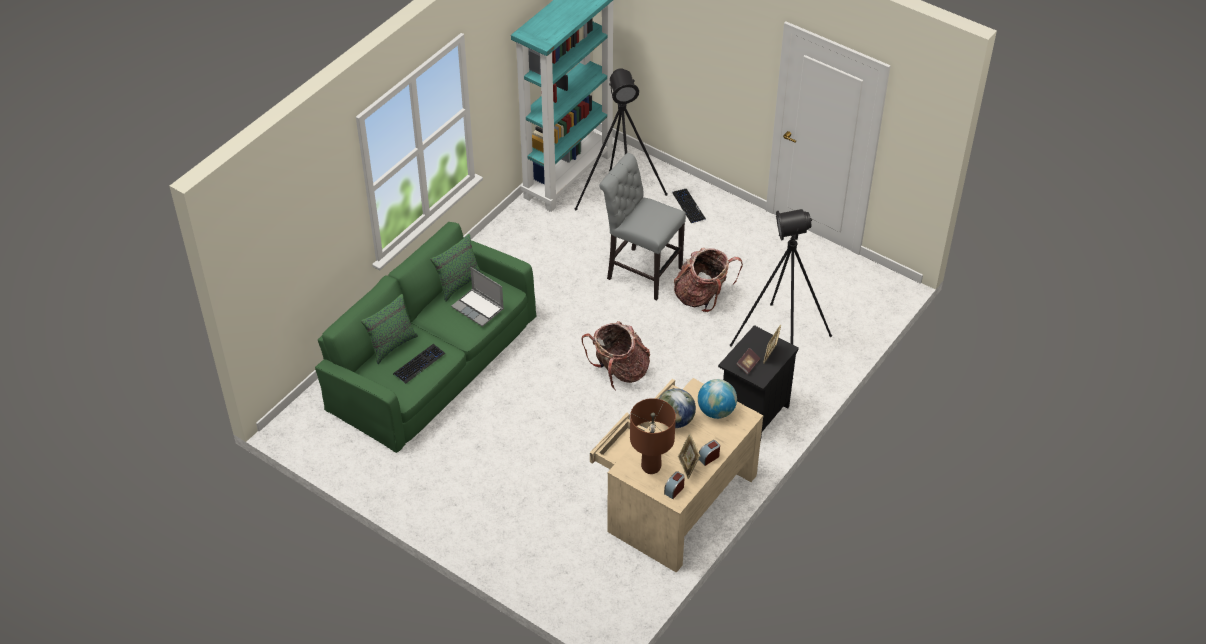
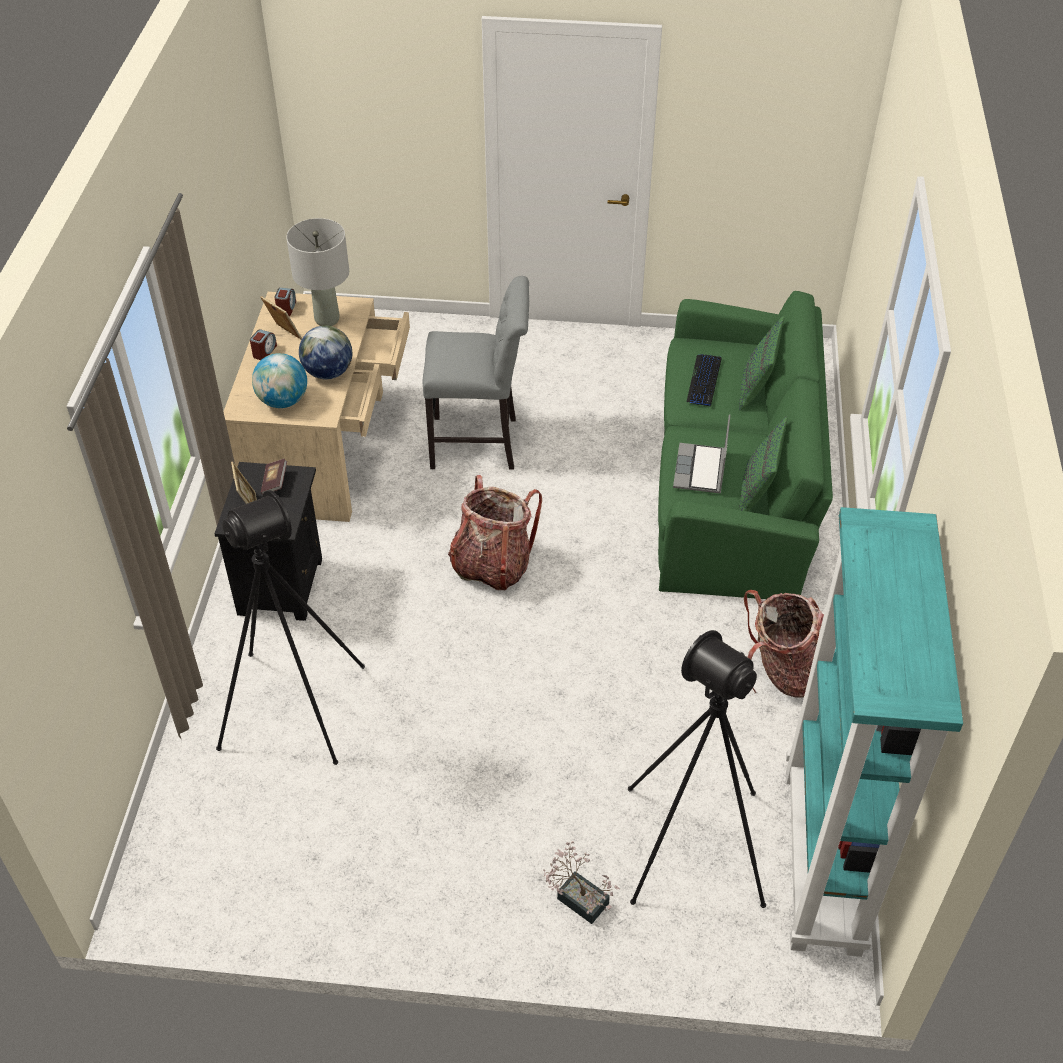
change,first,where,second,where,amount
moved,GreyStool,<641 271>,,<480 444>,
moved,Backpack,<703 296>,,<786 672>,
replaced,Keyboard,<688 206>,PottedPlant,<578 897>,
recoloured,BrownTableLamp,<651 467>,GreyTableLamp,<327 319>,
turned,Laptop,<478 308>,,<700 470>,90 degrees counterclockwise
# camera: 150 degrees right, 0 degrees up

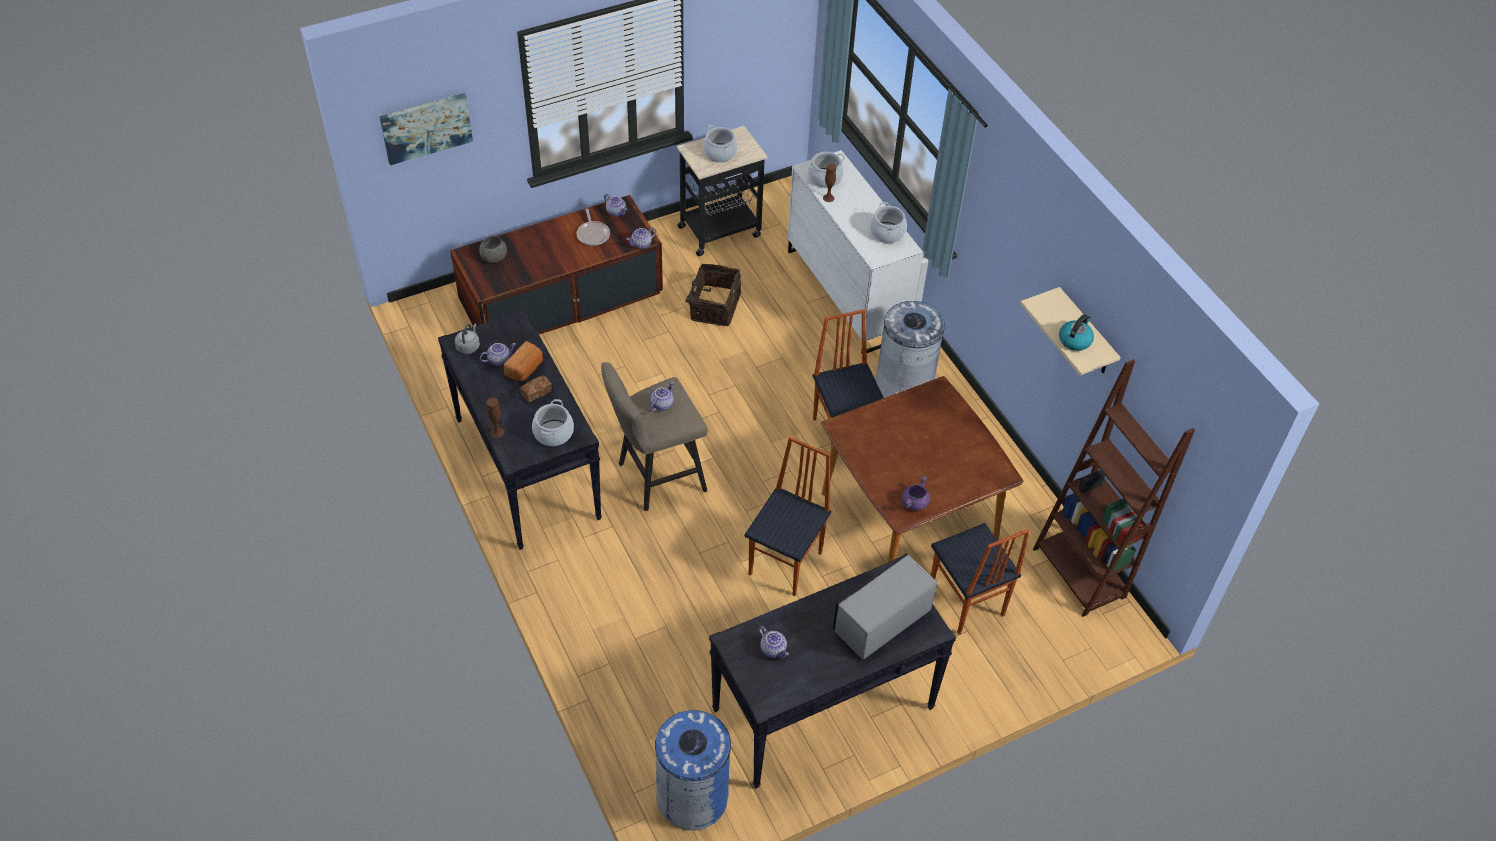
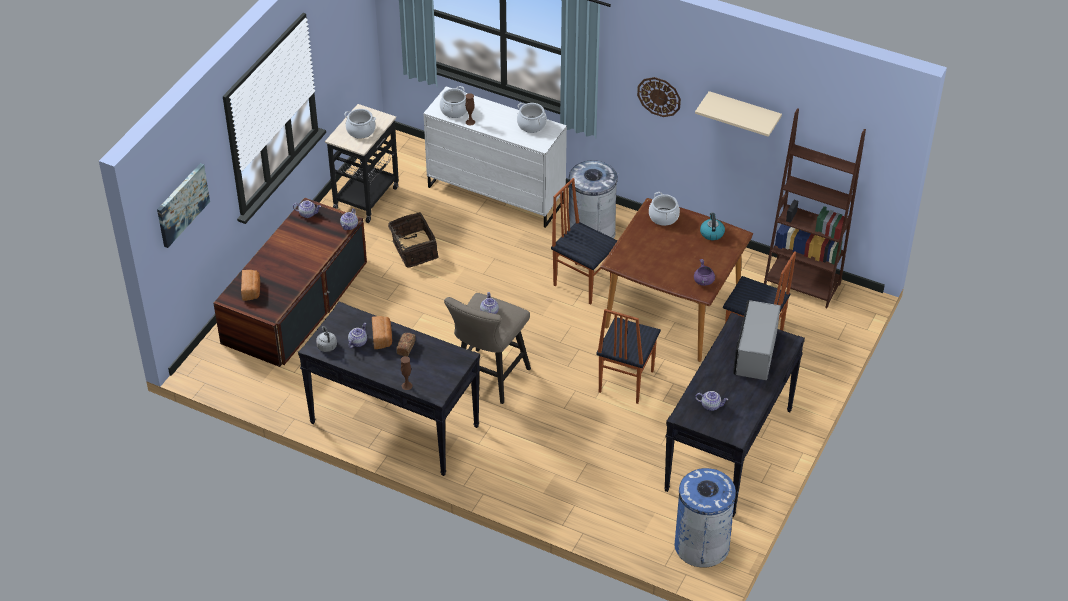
change,first,where,second,where,amount
removed,FryingPan,<593 234>,,,
added,,,WallClock,<659 96>,
moved,CookingPot,<553 433>,,<663 217>,
moved,Kettle,<1075 340>,,<711 233>,
replaced,GreyBowl,<493 257>,Bread,<251 290>,
turned,Chair,<787 563>,,<625 381>,150 degrees counterclockwise
# camera: 35 degrees left, 5 degrees down

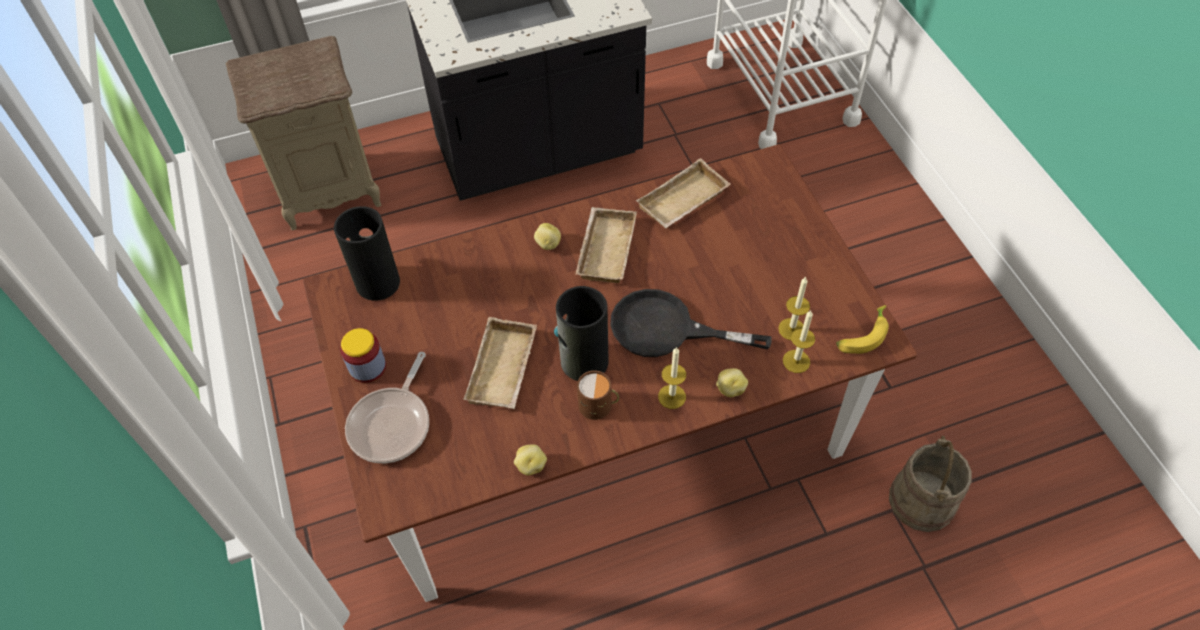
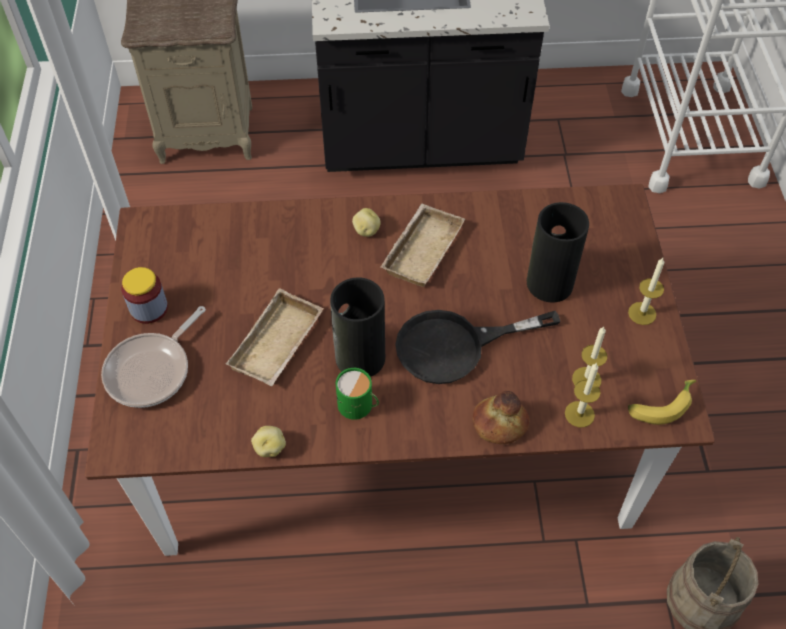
change,first,where,second,where,amount
removed,BeigeTray,<683 202>,,,
moved,Vase,<377 282>,,<549 282>,
moved,Candle,<672 396>,,<642 313>,
replaced,Potato,<730 388>,Bread,<499 424>,
recoloured,BrownMug,<598 406>,GreenMug,<358 406>,
turned,BlackFryingPan,<667 329>,,<455 346>,45 degrees counterclockwise
# camera: 15 degrees right, 0 degrees up

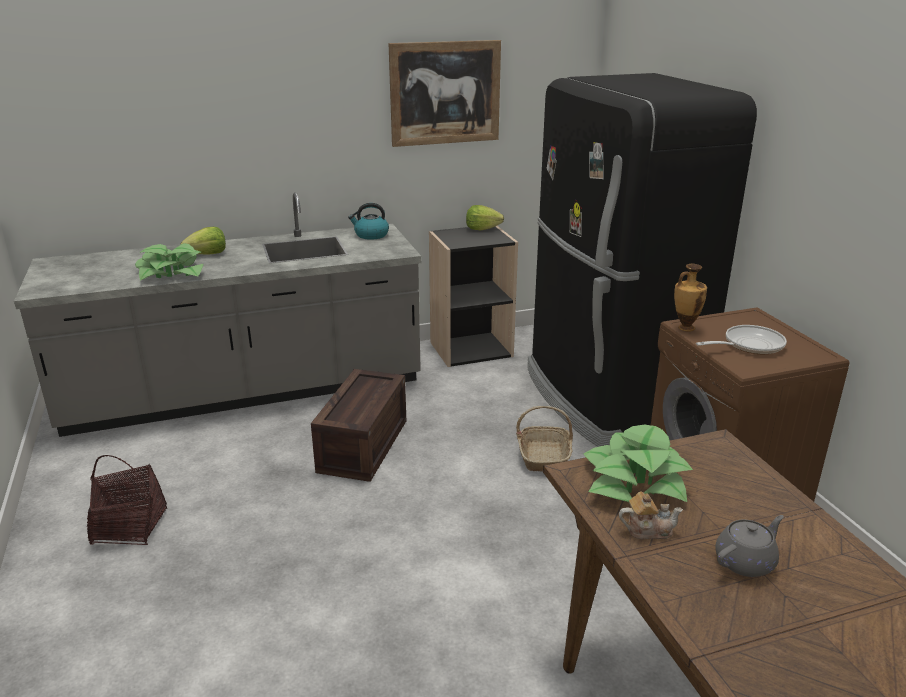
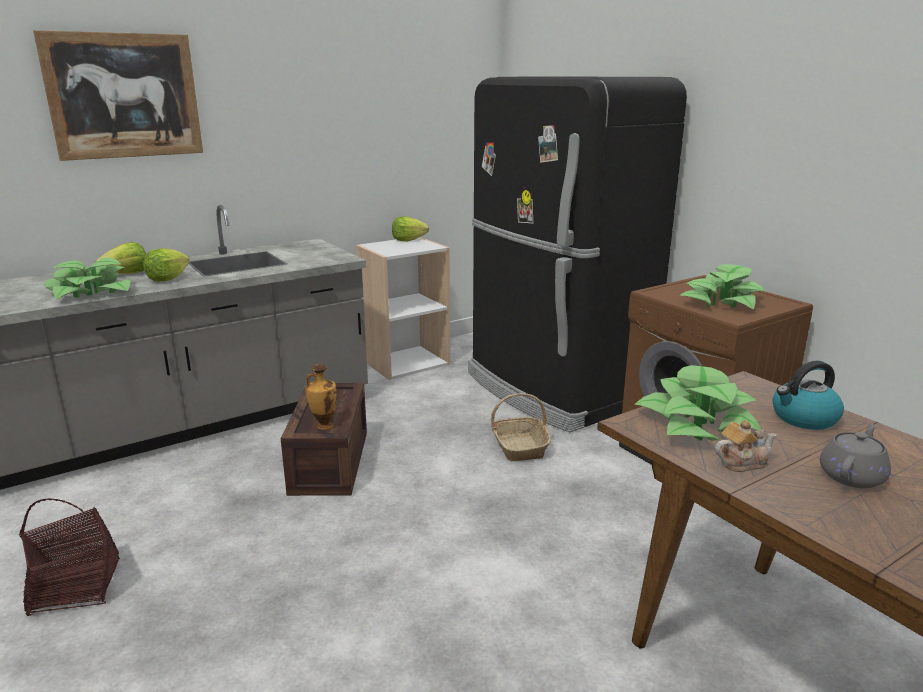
change,first,where,second,where,amount
added,,,Lettuce,<168 278>,
moved,Kettle,<371 235>,,<803 418>,
moved,Picture,<445 93>,,<124 96>,
moved,Vase,<685 328>,,<323 426>,
replaced,FryingPan,<749 345>,PottedPlant,<721 301>,
recoloured,BlackBookcase,<471 349>,WhiteBookcase,<406 362>,
# camera: 15 degrees left, 5 degrees down

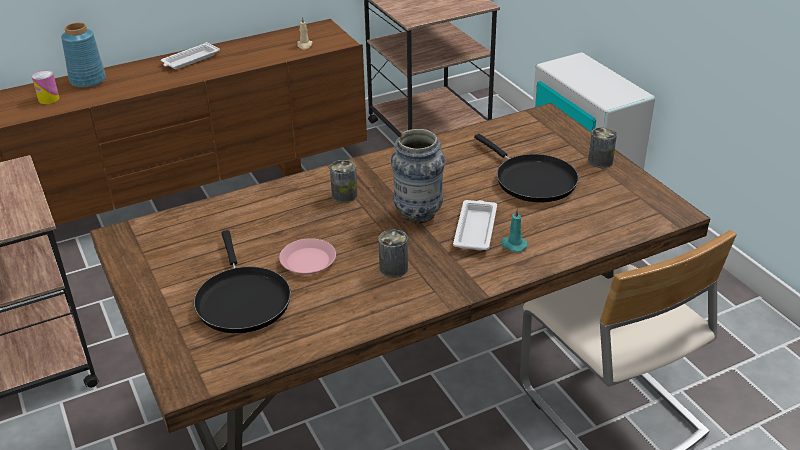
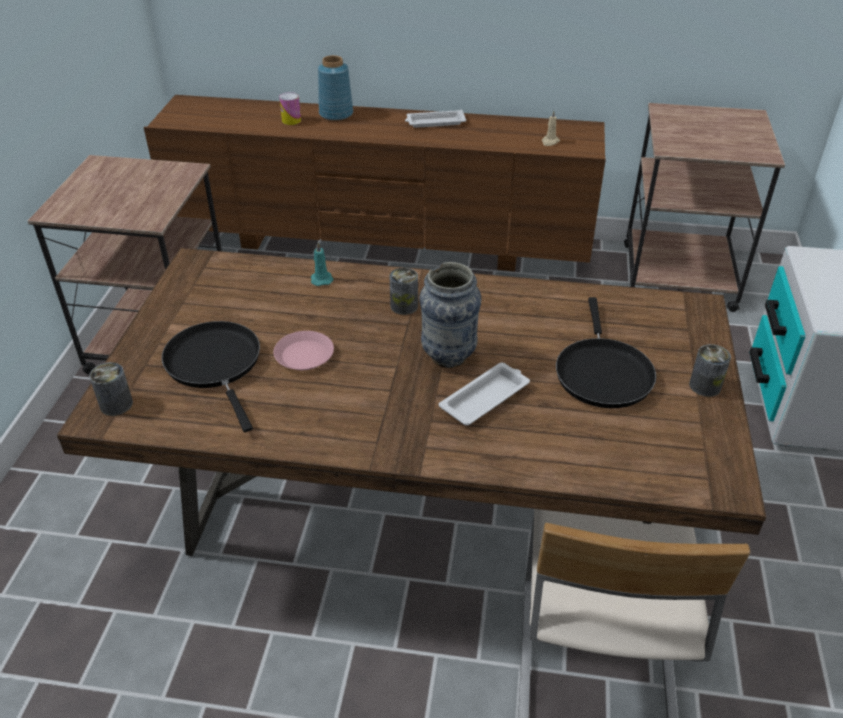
change,first,where,second,where,amount
moved,Can,<393 268>,,<116 404>,
moved,TurquoiseCandle,<513 245>,,<321 279>,
turned,BlackFryingPan,<242 300>,,<215 365>,135 degrees clockwise
# camera: 35 degrees right, 5 degrees up

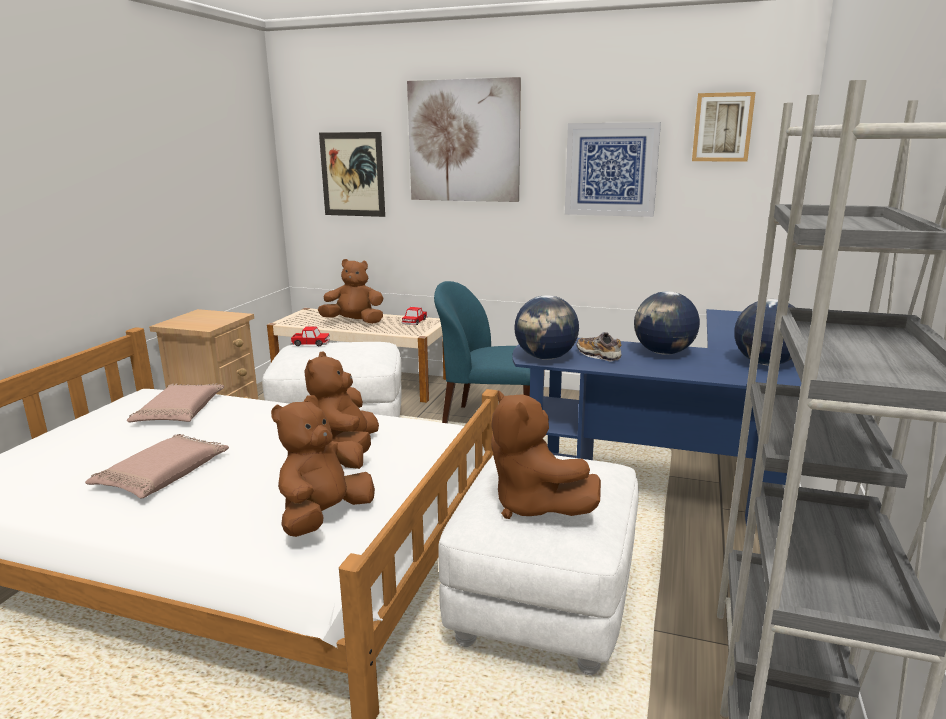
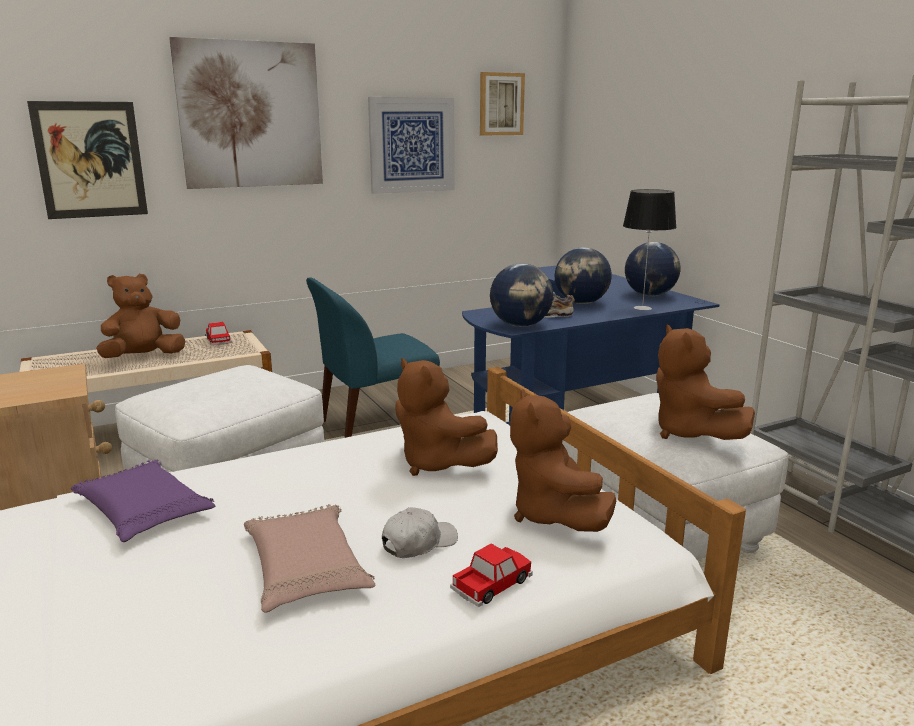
change,first,where,second,where,amount
added,,,WhiteCap,<419 543>,
added,,,TableLamp,<643 308>,
moved,ToyCar,<311 343>,,<492 584>,
recoloured,BeigePillow,<180 409>,PurplePillow,<143 507>,
turned,BrownPlushToy,<533 506>,,<690 433>,60 degrees clockwise
# camera: 45 degrees left, 0 degrees up

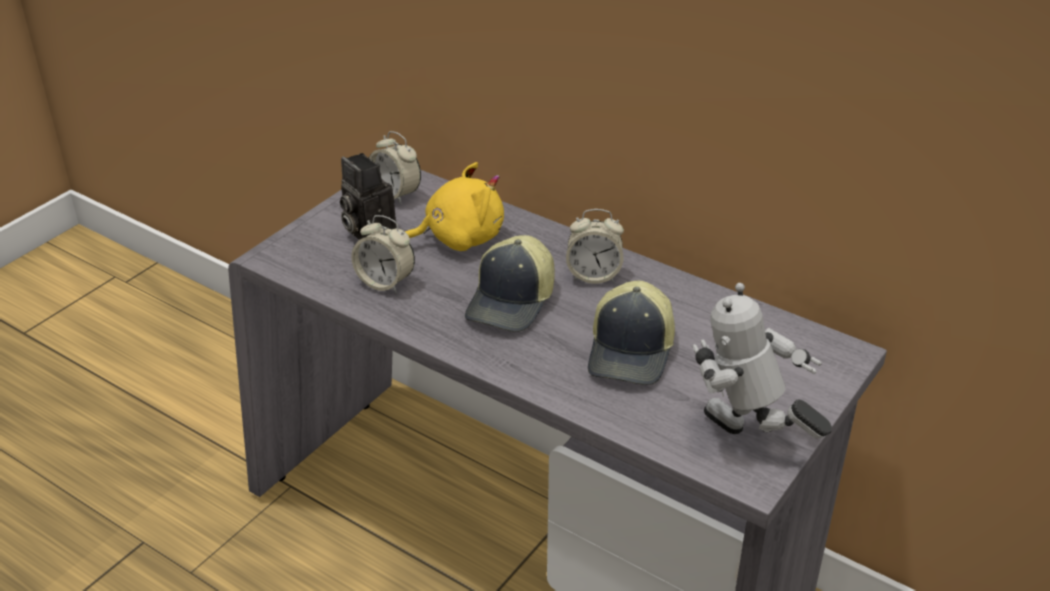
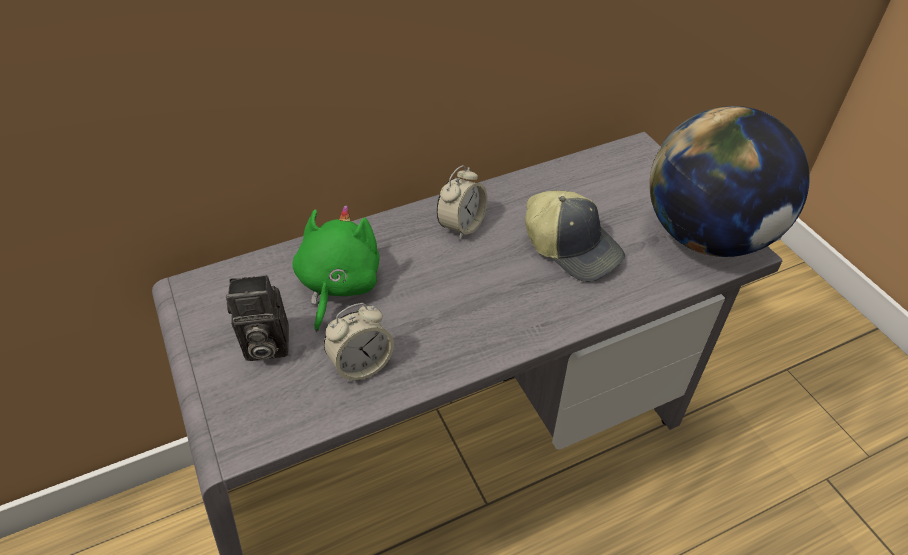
change,first,where,second,where,amount
removed,AlarmClock,<395 194>,,,
removed,Cap,<513 302>,,,
replaced,ToyRobot,<747 443>,Globe,<707 236>,
recoloured,YellowPlushToy,<458 238>,GreenPlushToy,<338 285>,
# camera: 60 degrees left, 10 degrees up

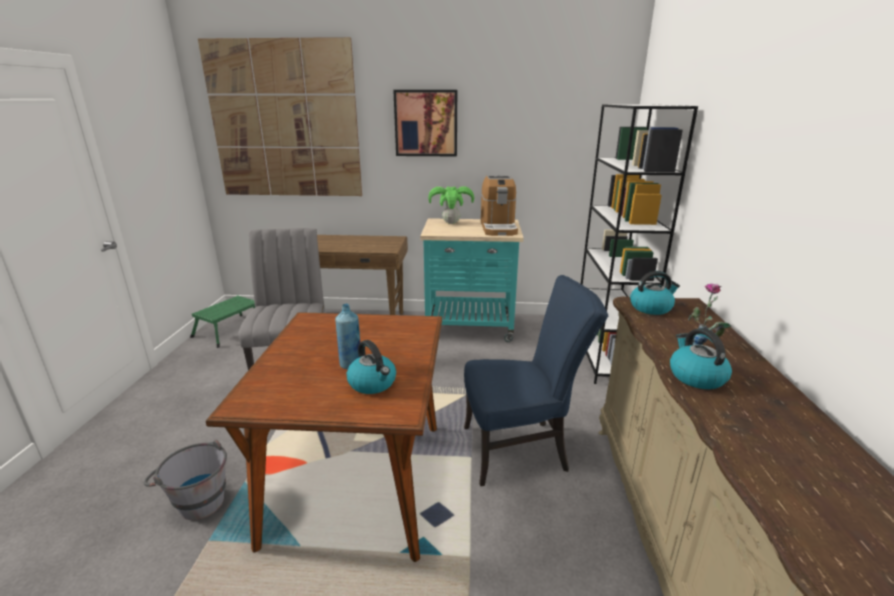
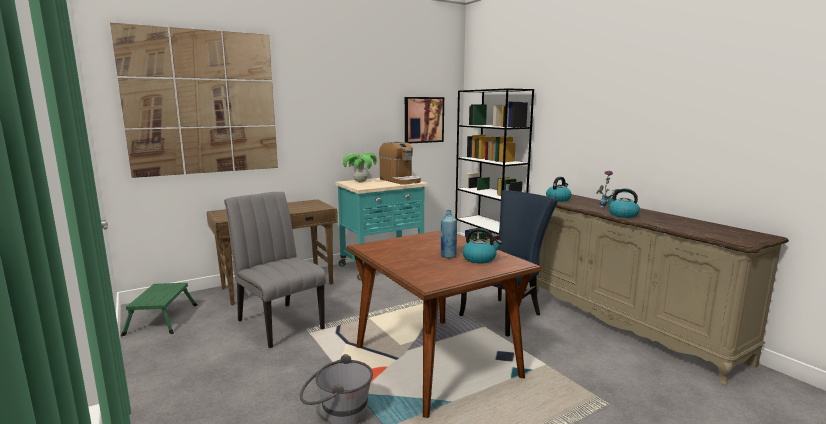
change,first,where,second,where,amount
moved,Picture,<426 123>,,<423 120>,
# camera: 35 degrees left, 10 degrees down

